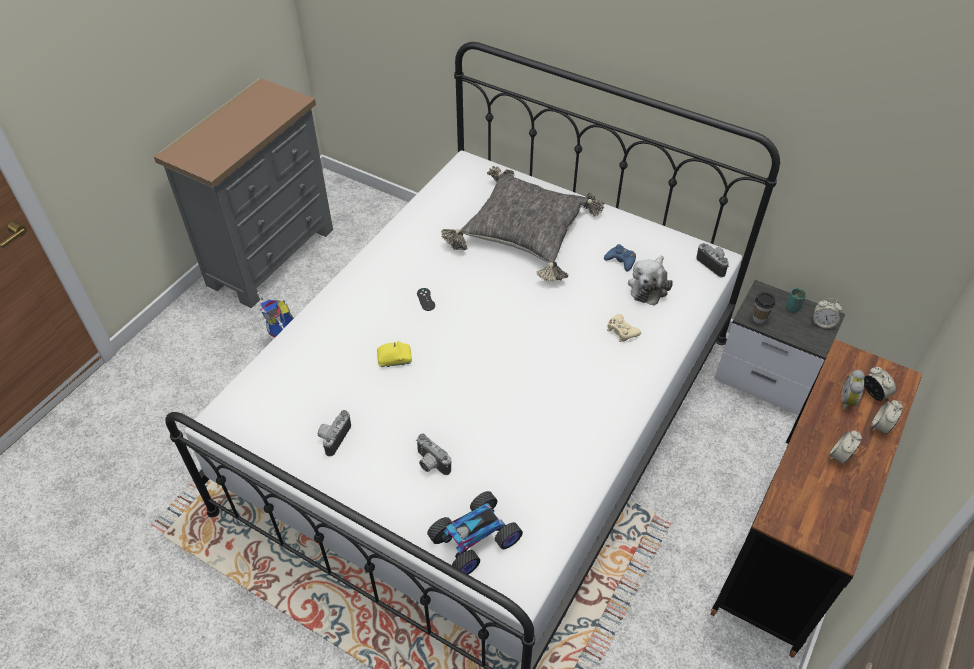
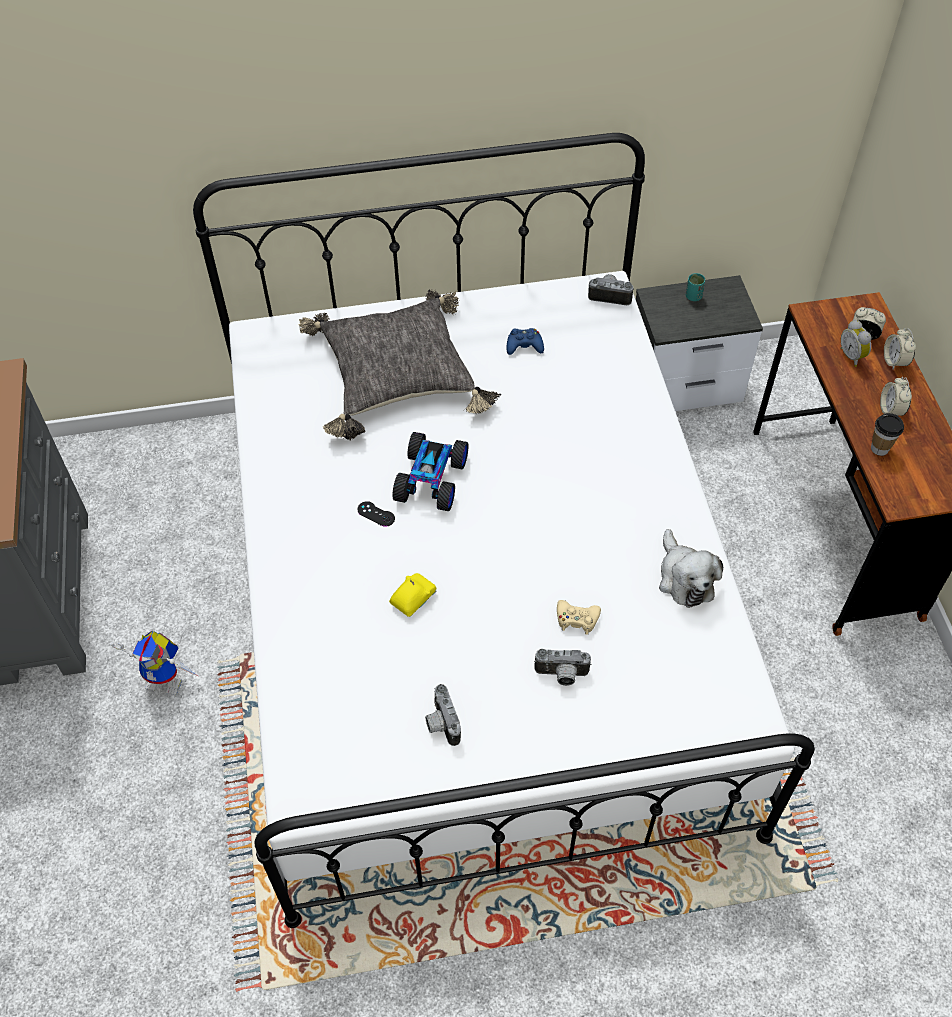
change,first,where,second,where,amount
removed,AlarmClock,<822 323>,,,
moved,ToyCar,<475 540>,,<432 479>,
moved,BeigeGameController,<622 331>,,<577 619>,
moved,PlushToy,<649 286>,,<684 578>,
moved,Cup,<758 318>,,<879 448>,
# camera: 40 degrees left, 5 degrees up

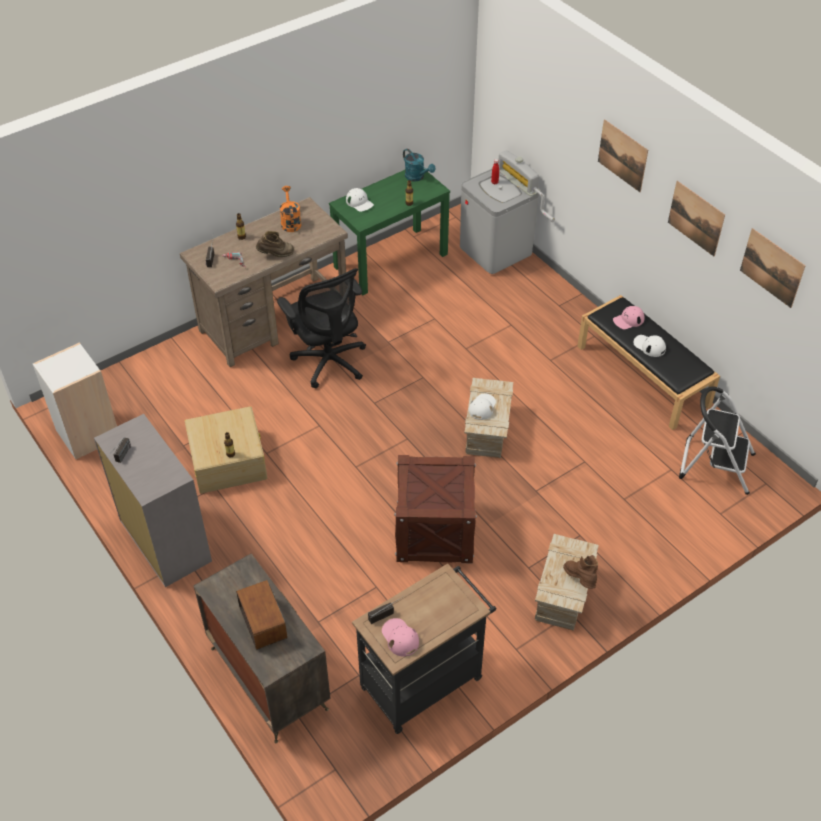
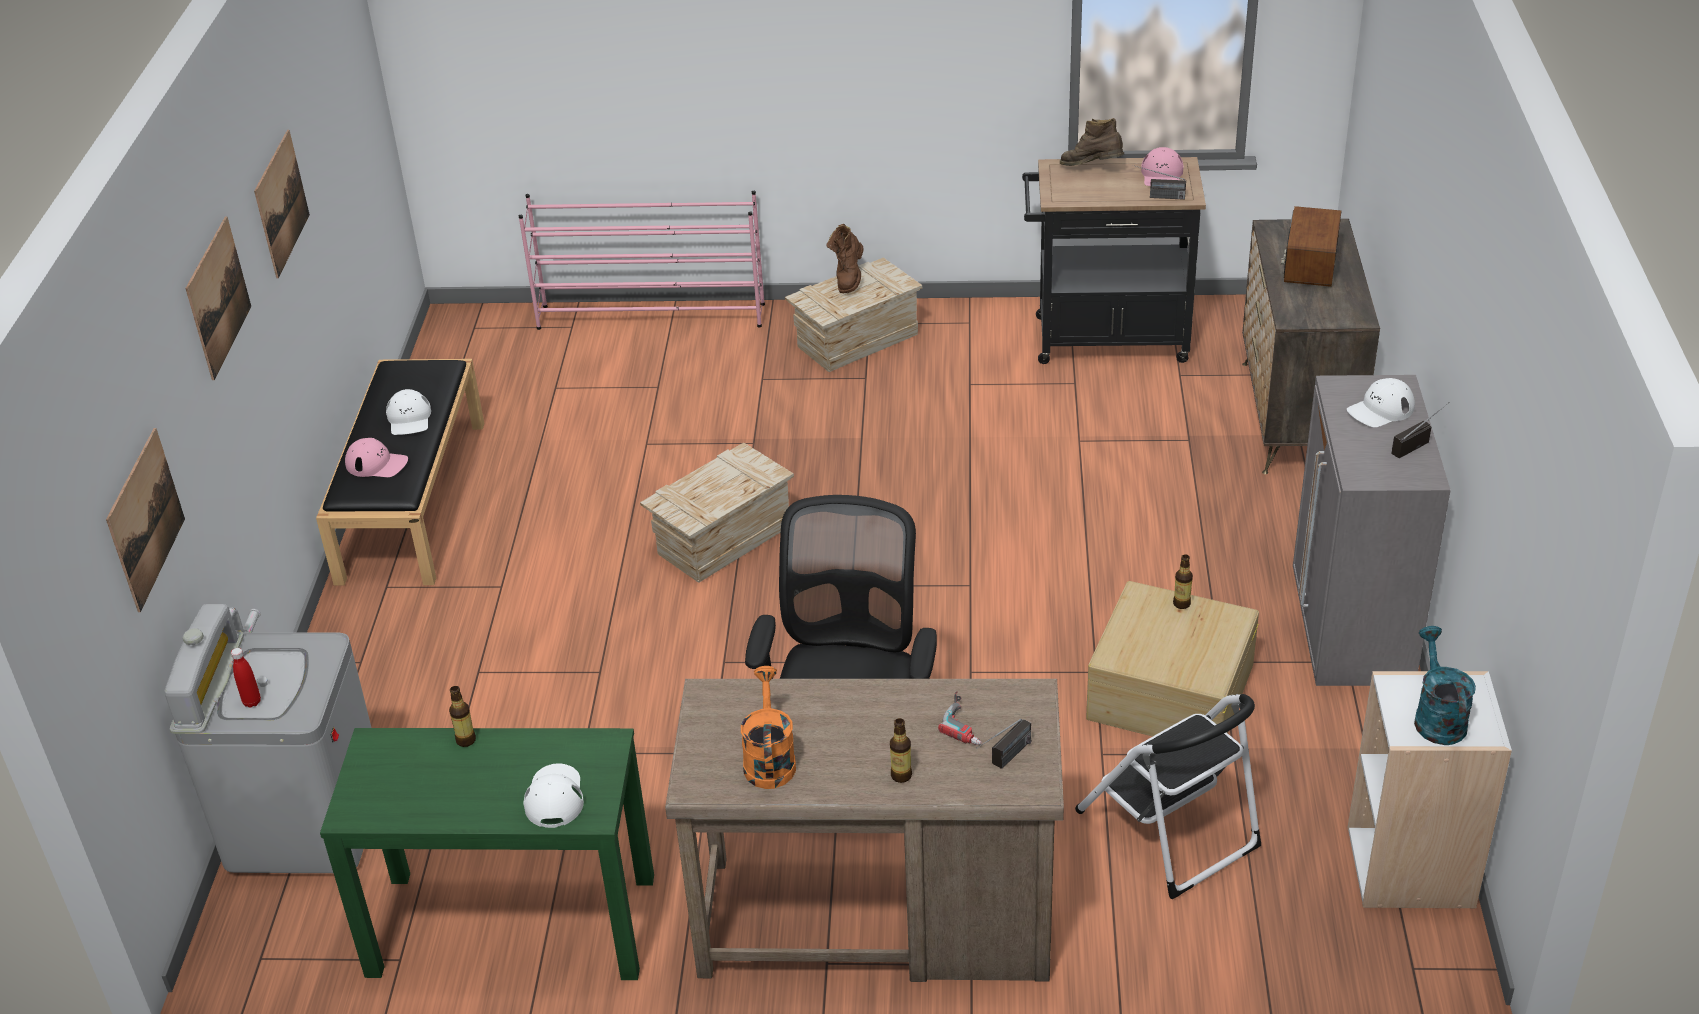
change,first,where,second,where,amount
removed,Crate,<435 531>,,,
added,,,PinkShoeRack,<652 316>,
moved,BrownBoot,<276 255>,,<1092 168>,
moved,TurquoiseWateringCan,<417 177>,,<1436 717>,
moved,WhiteCap,<482 407>,,<1380 410>,
moved,StepLadder,<714 465>,,<1171 832>,
moved,Picture,<772 267>,,<145 519>,
turned,OrangeWateringCan,<290 222>,,<769 759>,150 degrees clockwise
# camera: 140 degrees left, 10 degrees down

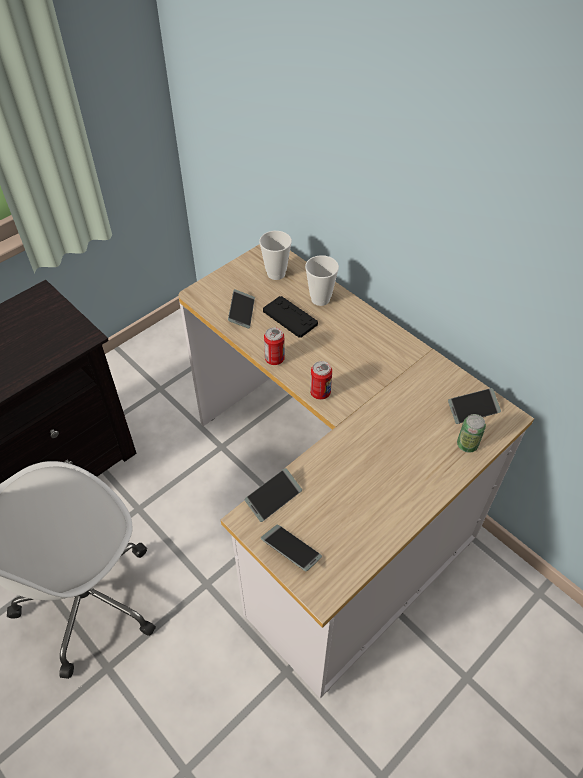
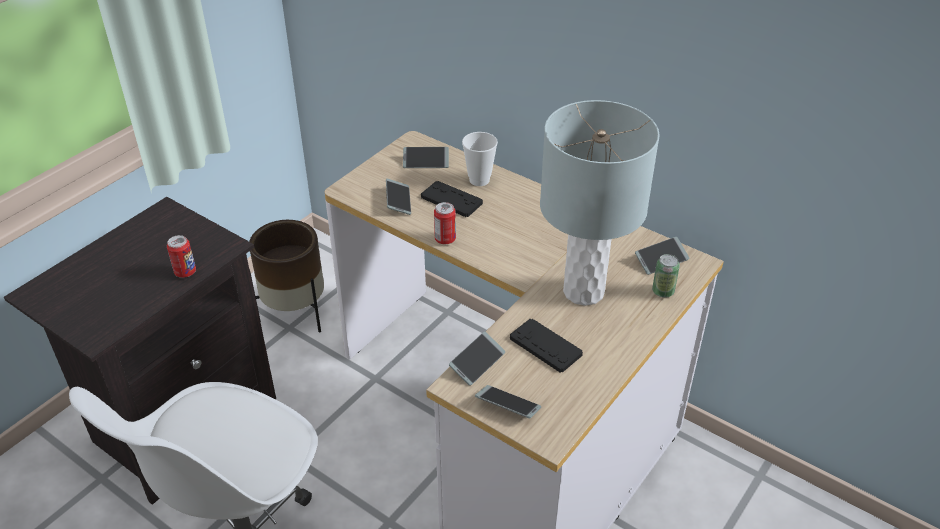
change,first,where,second,where,amount
added,,,BrownPlanter,<296 314>,
added,,,BlackGameController,<545 346>,
added,,,GreyTableLamp,<583 292>,
moved,Can,<320 393>,,<185 272>,
replaced,Cup,<276 273>,Phone,<426 162>,
# camera: 10 degrees left, 10 degrees down

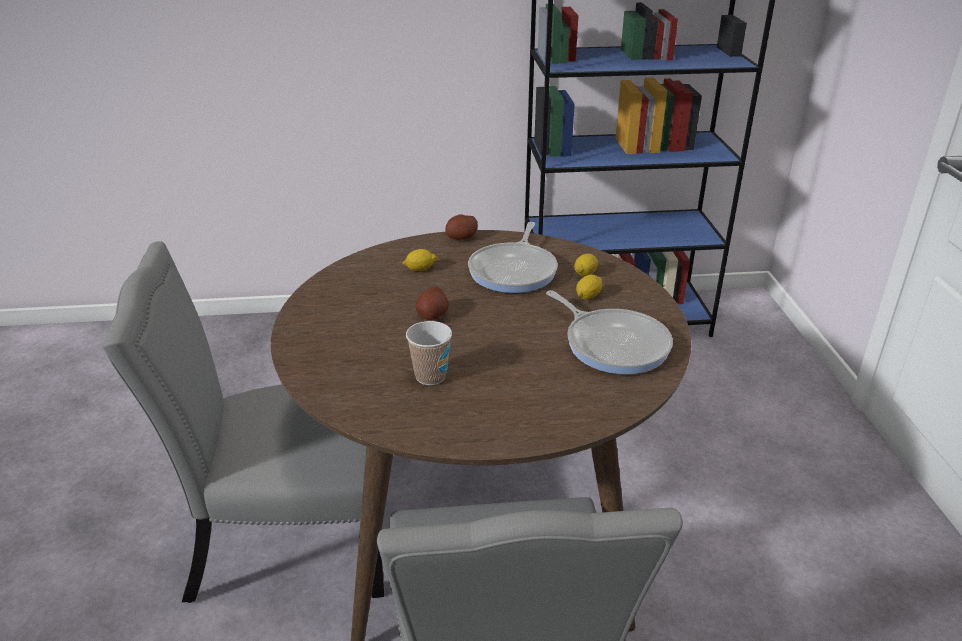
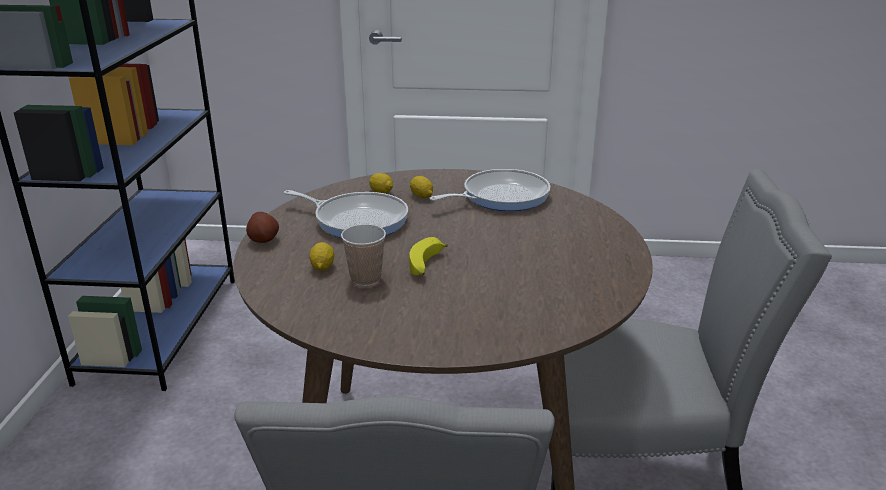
change,first,where,second,where,amount
moved,Cup,<430 376>,,<365 279>,
replaced,Potato,<432 315>,Banana,<426 265>,
# camera: 80 degrees left, 5 degrees down

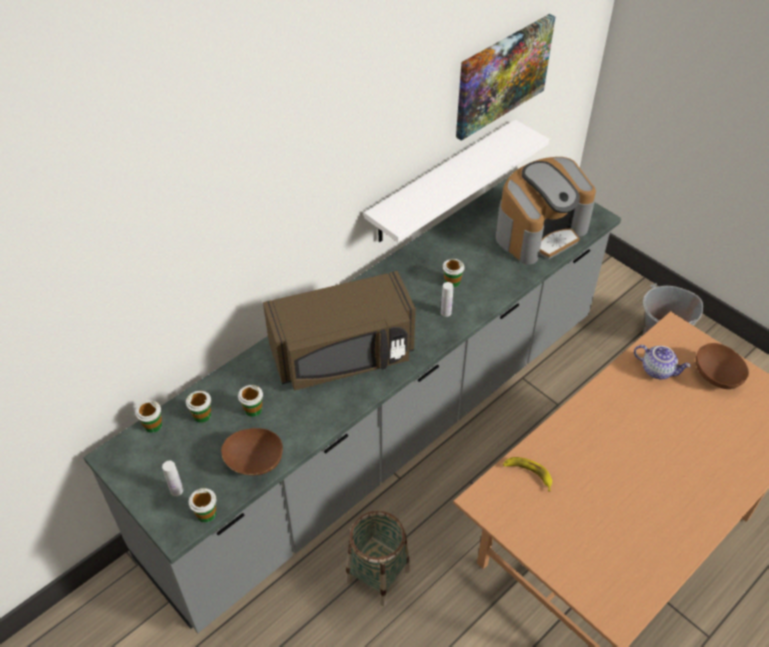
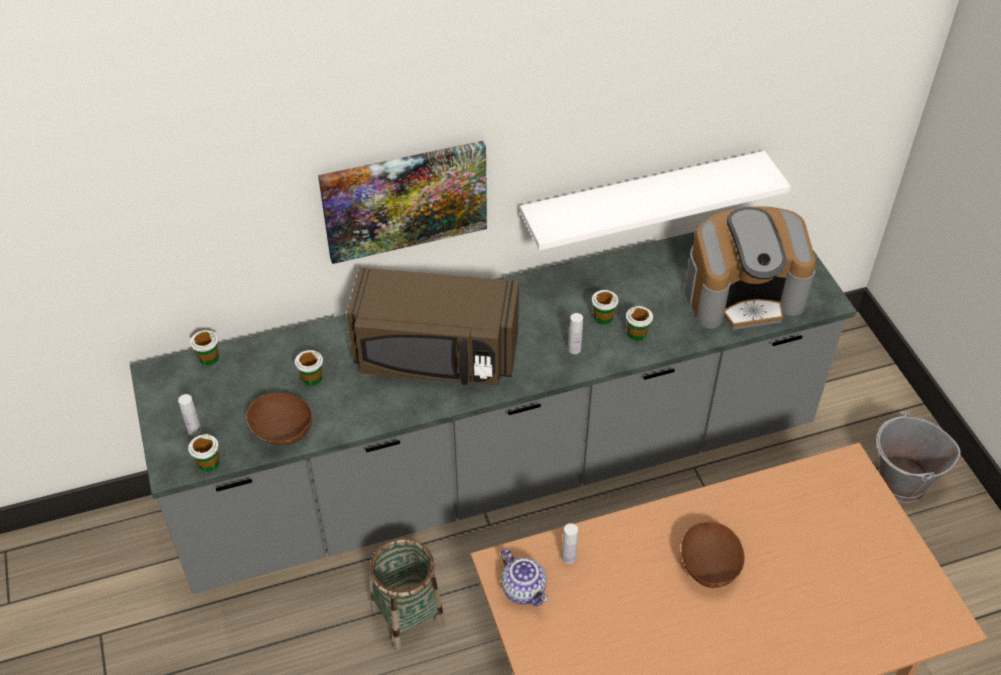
change,first,where,second,where,amount
moved,Cup,<202 415>,,<637 334>,
moved,Picture,<502 75>,,<405 200>,
moved,Teapot,<657 370>,,<525 589>,
moved,BrownBowl,<717 376>,,<710 567>,
replaced,Banana,<528 473>,WhiteBottle,<568 557>,
# camera: 25 degrees right, 0 degrees up

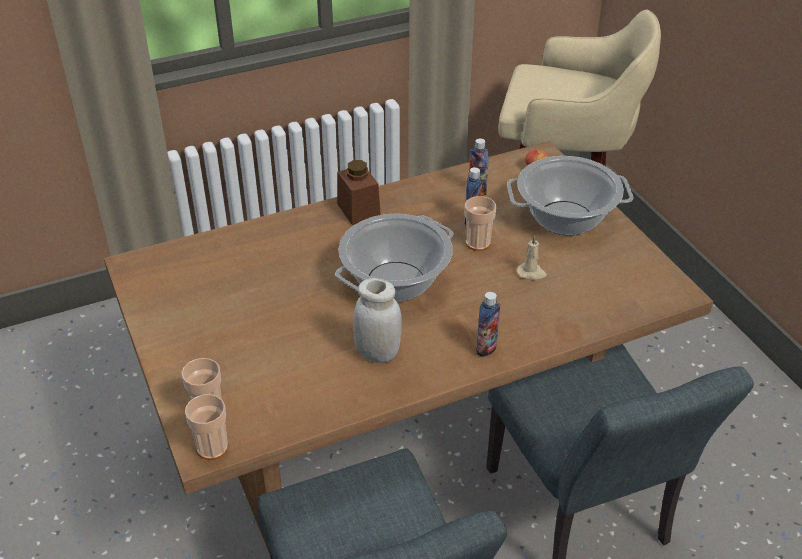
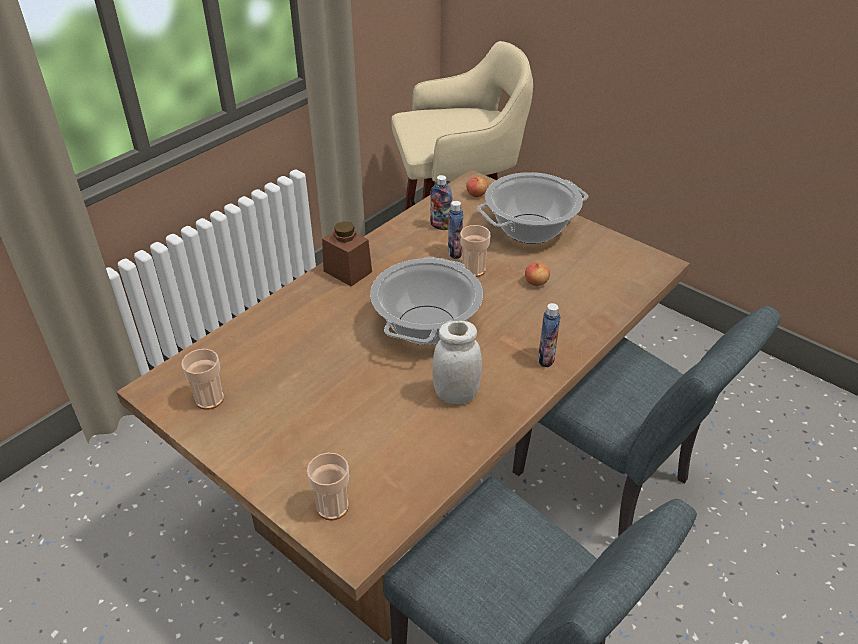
change,first,where,second,where,amount
moved,Cup,<212 448>,,<209 399>,
replaced,BeigeCandle,<531 273>,Apple,<536 282>,
# camera: 25 degrees left, 0 degrees up

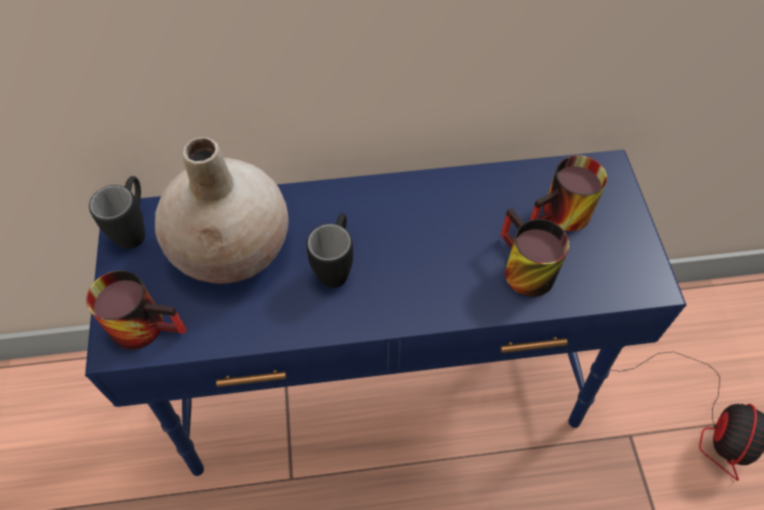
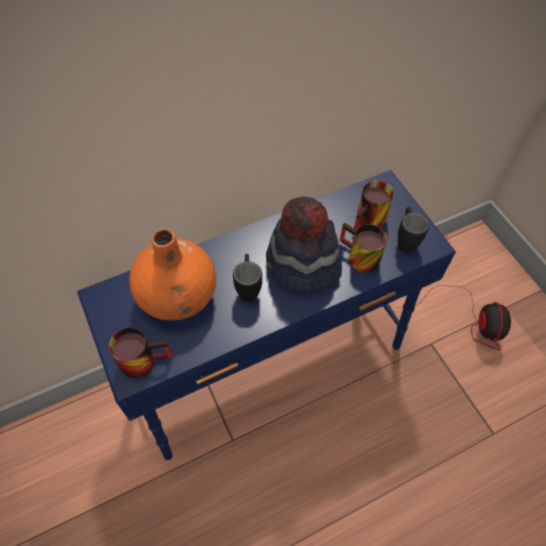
change,first,where,second,where,amount
added,,,Hat,<302 266>,
moved,BlackMug,<135 228>,,<405 240>,
recoloured,BeigeVase,<233 248>,OrangeVase,<178 295>,
# camera: 20 degrees left, 0 degrees up

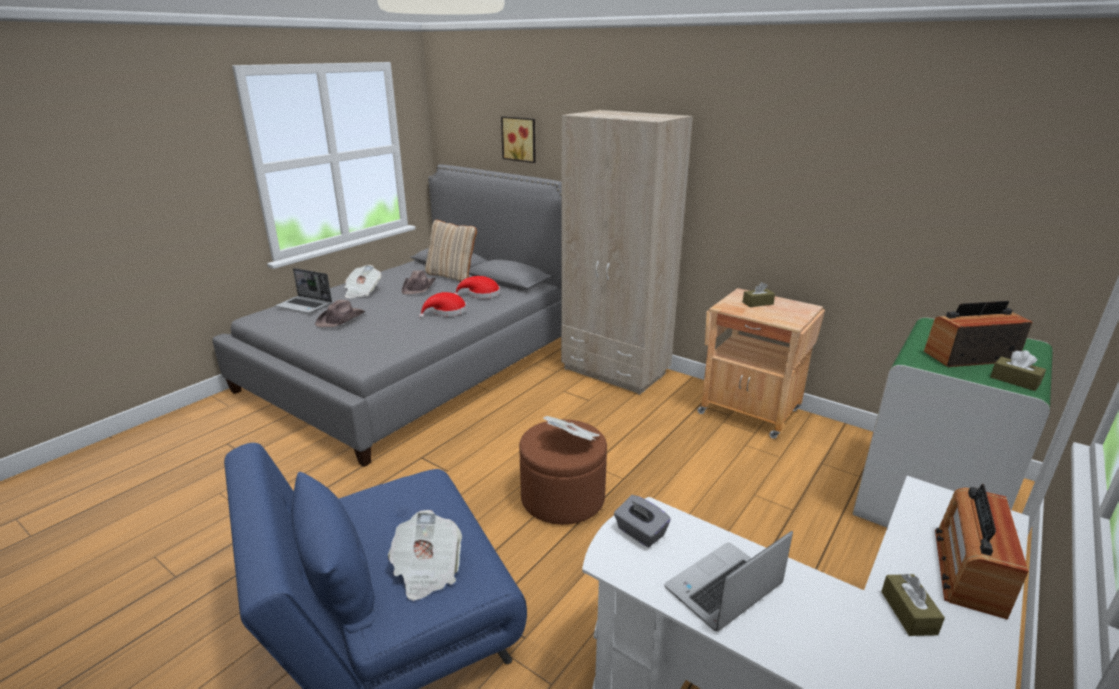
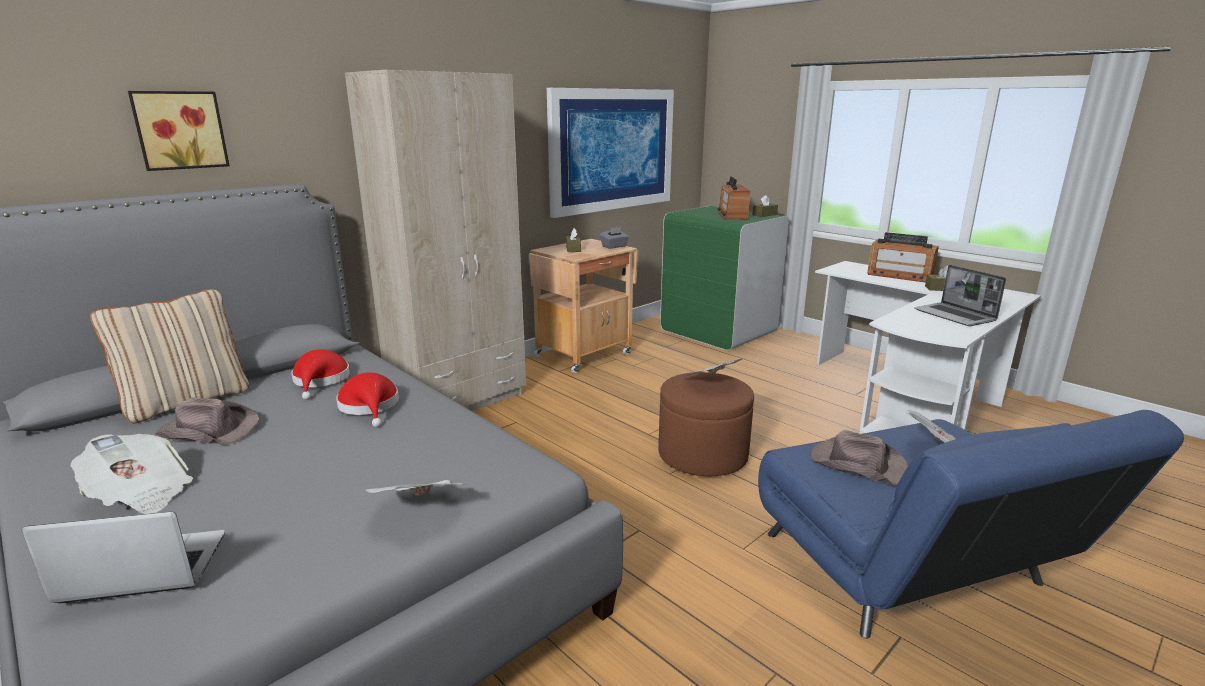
change,first,where,second,where,amount
added,,,Newspaper,<422 508>,
added,,,Picture,<612 150>,
moved,BrownHat,<341 319>,,<856 463>,
moved,GreyTissueBox,<640 533>,,<614 246>,
turned,Laptop,<305 305>,,<142 570>,135 degrees counterclockwise
# camera: 80 degrees left, 5 degrees down

